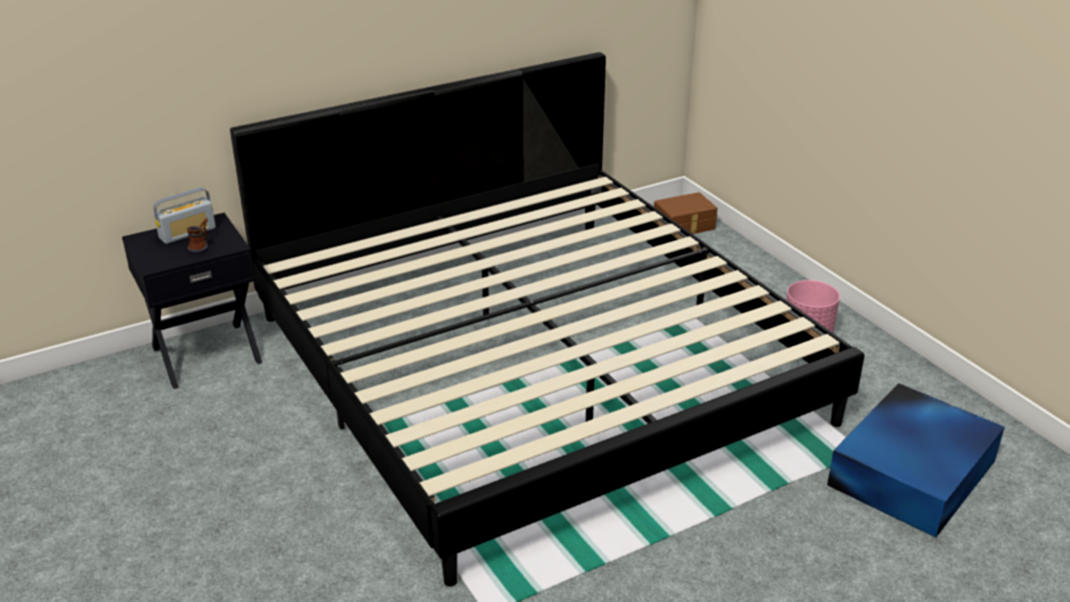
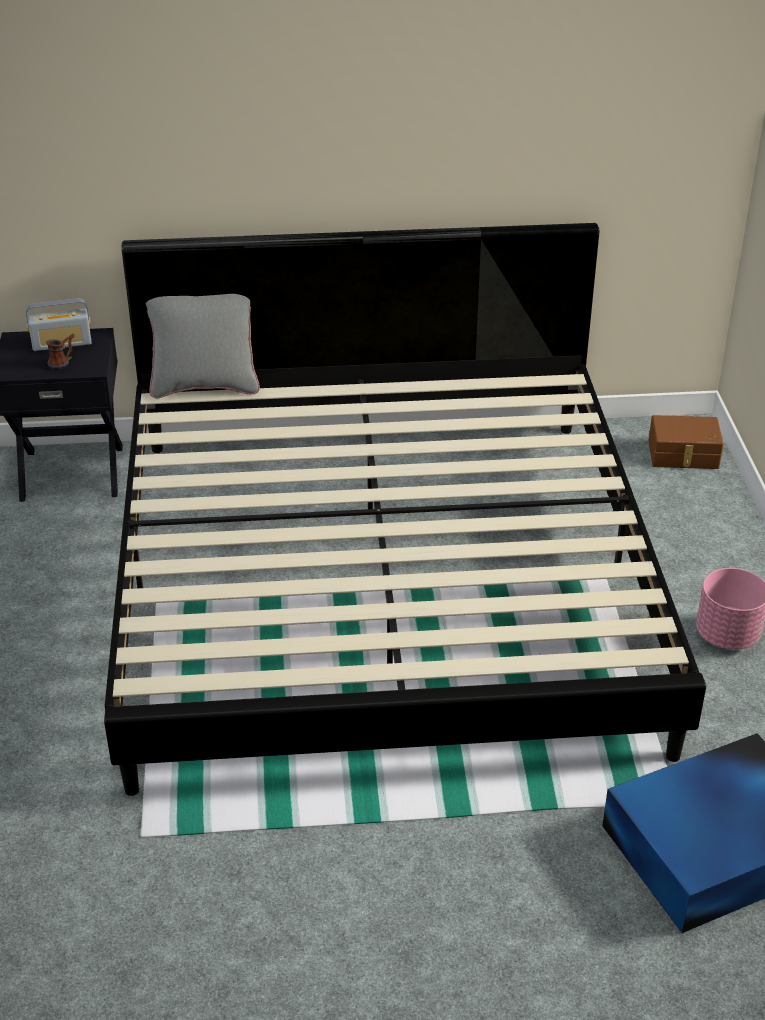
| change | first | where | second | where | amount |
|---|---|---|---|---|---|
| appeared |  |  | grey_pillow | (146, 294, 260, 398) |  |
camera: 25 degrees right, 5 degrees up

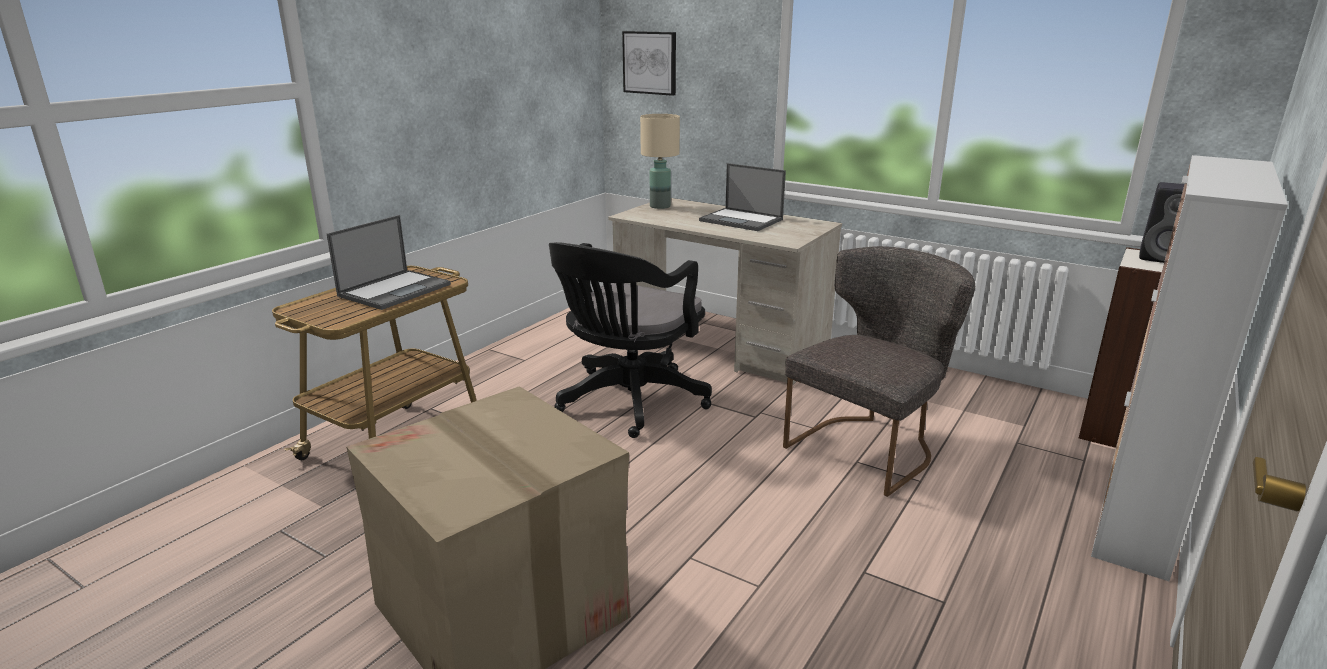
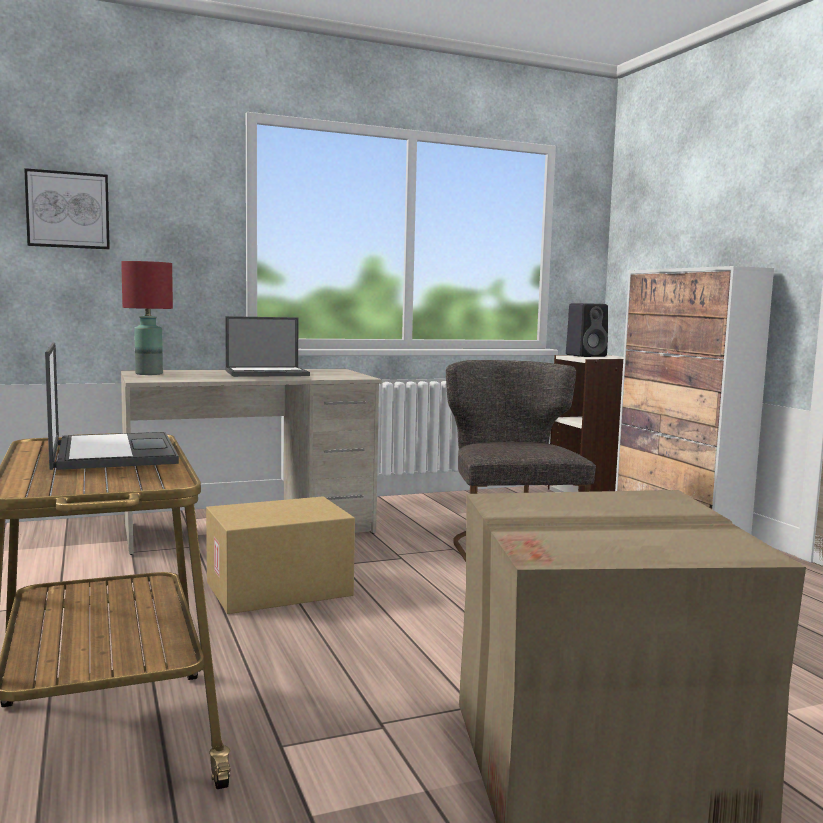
| change | first | where | second | where | amount |
|---|---|---|---|---|---|
| colour | beige_table_lamp | (640, 114, 680, 209) | red_table_lamp | (121, 261, 173, 375) |  |
| exchanged | black_office_chair | (549, 242, 712, 438) | cardboard_box | (206, 496, 355, 614) |  |
camera: 55 degrees left, 15 degrees down

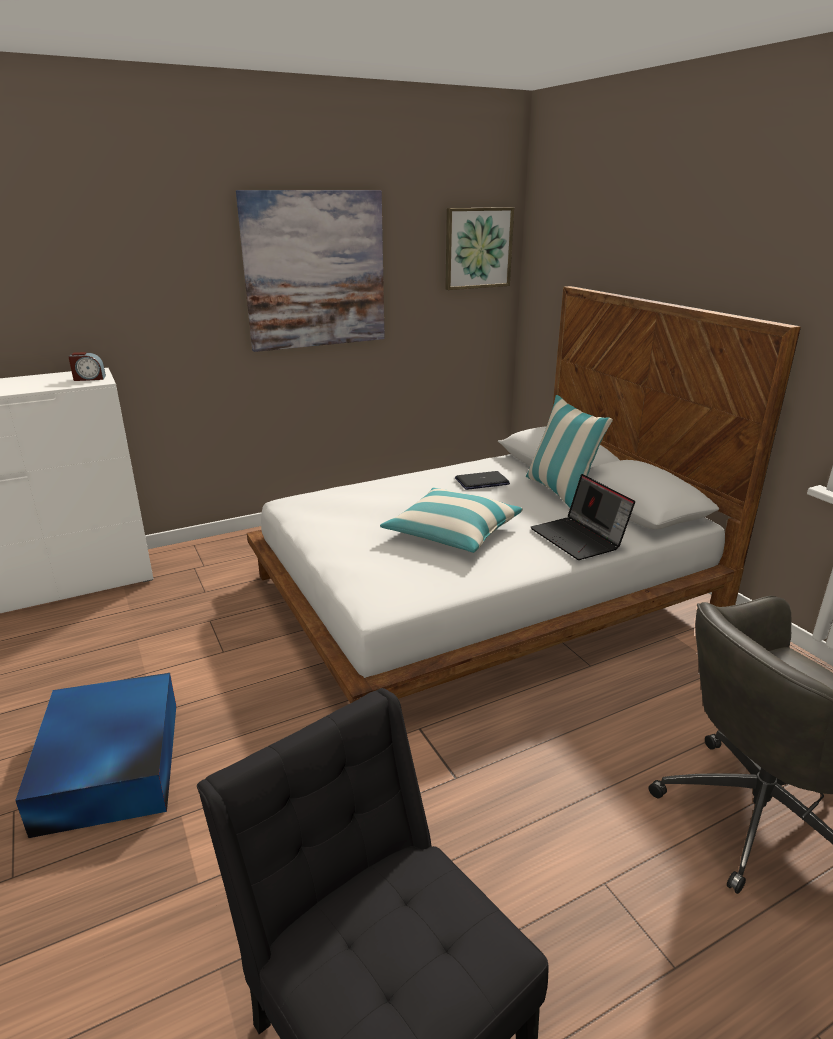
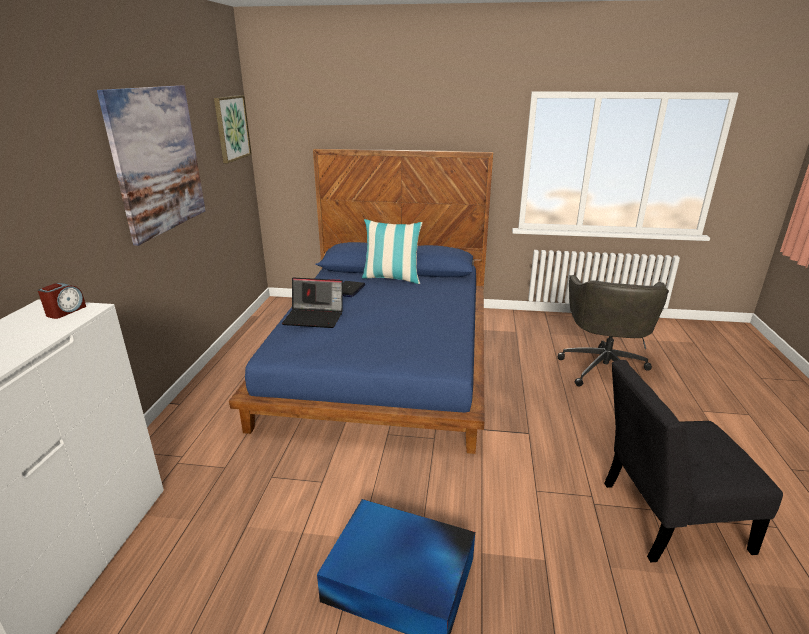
| change | first | where | second | where | amount |
|---|---|---|---|---|---|
| colour | white_bed | (247, 286, 801, 703) | blue_bed | (229, 148, 493, 454) |  |
| relocated | laptop | (531, 474, 635, 560) |  | (282, 278, 343, 328) |  |
| missing | pillow | (380, 487, 523, 553) |  |  |  |
camera: 55 degrees left, 0 degrees up

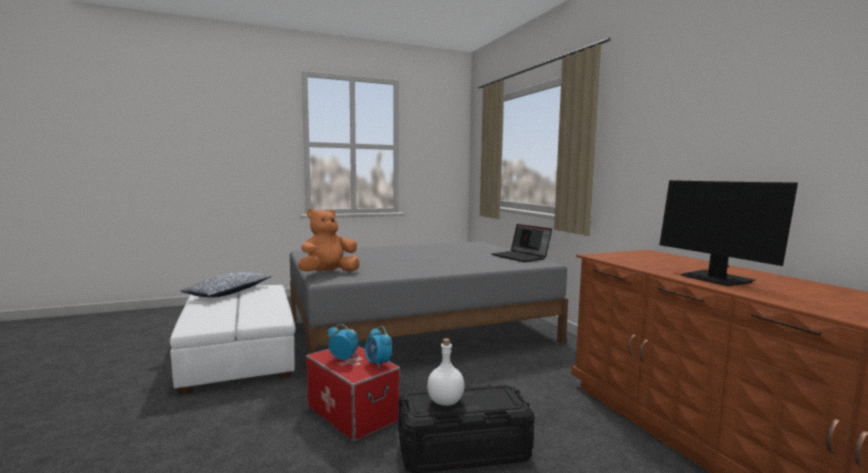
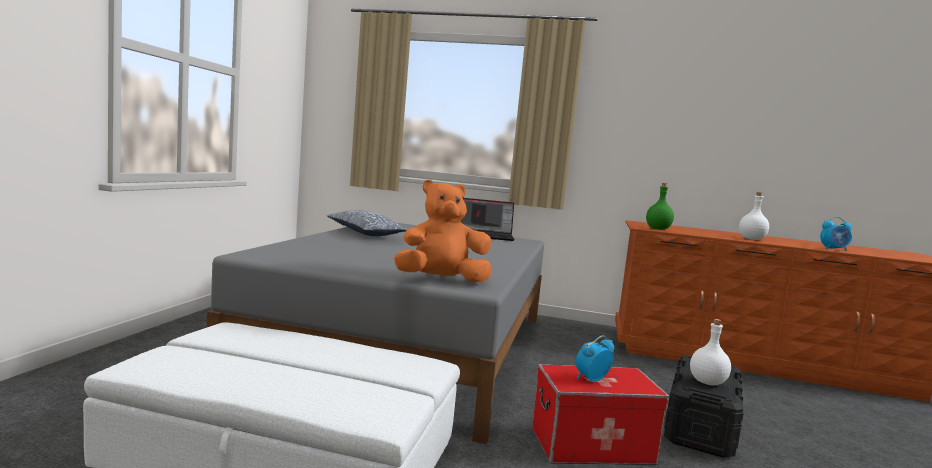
| change | first | where | second | where | amount |
|---|---|---|---|---|---|
| exchanged | monitor | (660, 180, 798, 286) | white_bottle | (739, 192, 769, 240) |  |
| spun | orange_plush_toy | (298, 209, 360, 272) |  | (394, 180, 492, 283) | 75 degrees clockwise |
| relocated | pillow | (180, 271, 272, 297) |  | (327, 210, 408, 236) |  |
| relocated | alarm_clock | (365, 326, 392, 369) |  | (820, 217, 852, 251) |  |
| appeared |  |  | green_bottle | (646, 183, 674, 230) |  |
camera: 55 degrees left, 0 degrees up

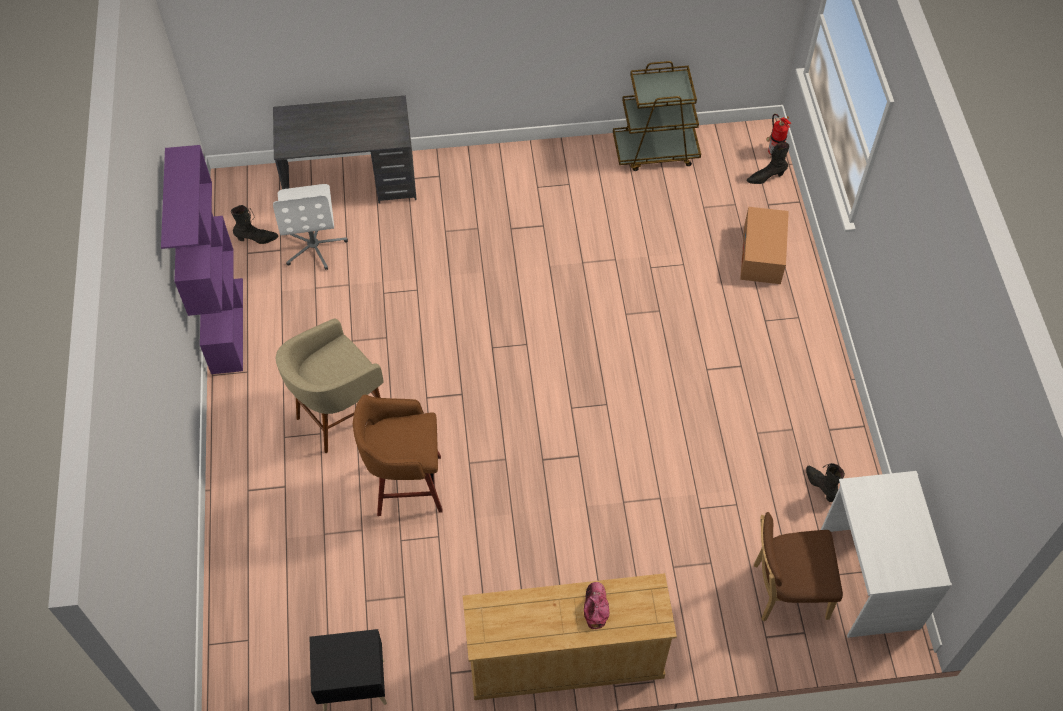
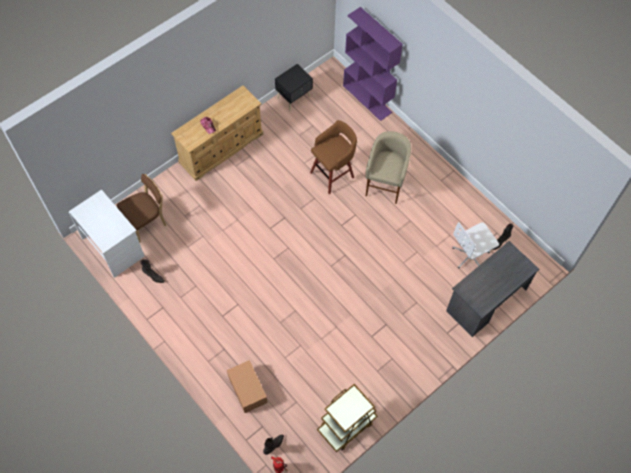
| change | first | where | second | where | amount |
|---|---|---|---|---|---|
| relocated | purple_bookcase | (161, 145, 243, 374) |  | (343, 7, 403, 121) |  |
| spun | white_office_chair | (273, 184, 348, 270) |  | (452, 222, 499, 268) | 75 degrees counterclockwise |
camera: 145 degrees right, 5 degrees up

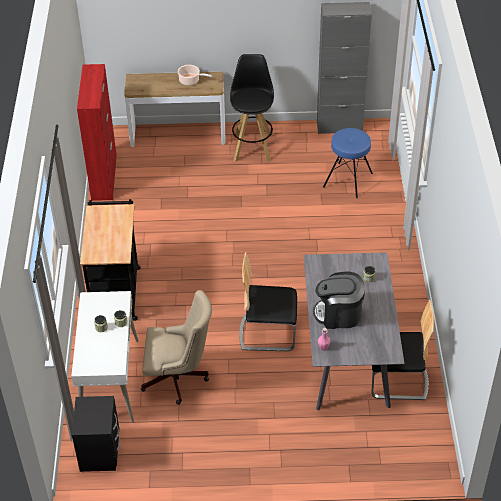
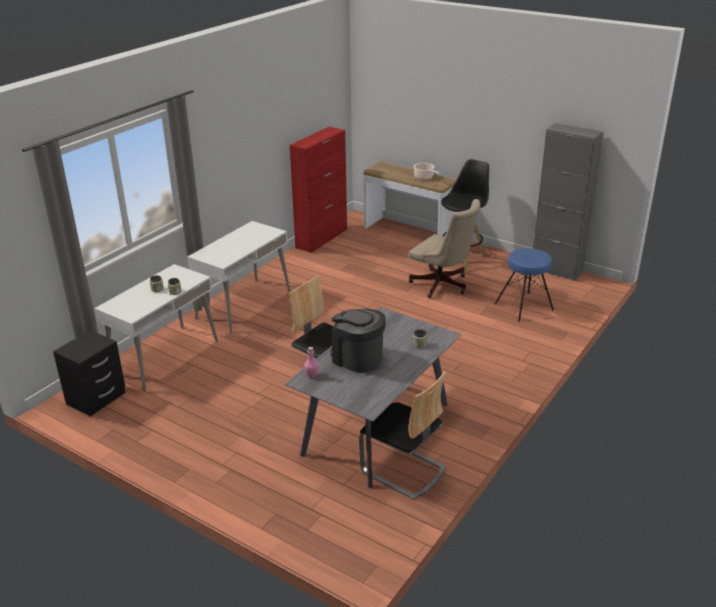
| change | first | where | second | where | amount |
|---|---|---|---|---|---|
| exchanged | black_cart | (80, 199, 141, 321) | white_desk | (187, 221, 291, 332) |  |
| relocated | beige_office_chair | (141, 290, 212, 405) |  | (409, 199, 480, 298) |  |
camera: 35 degrees right, 15 degrees down

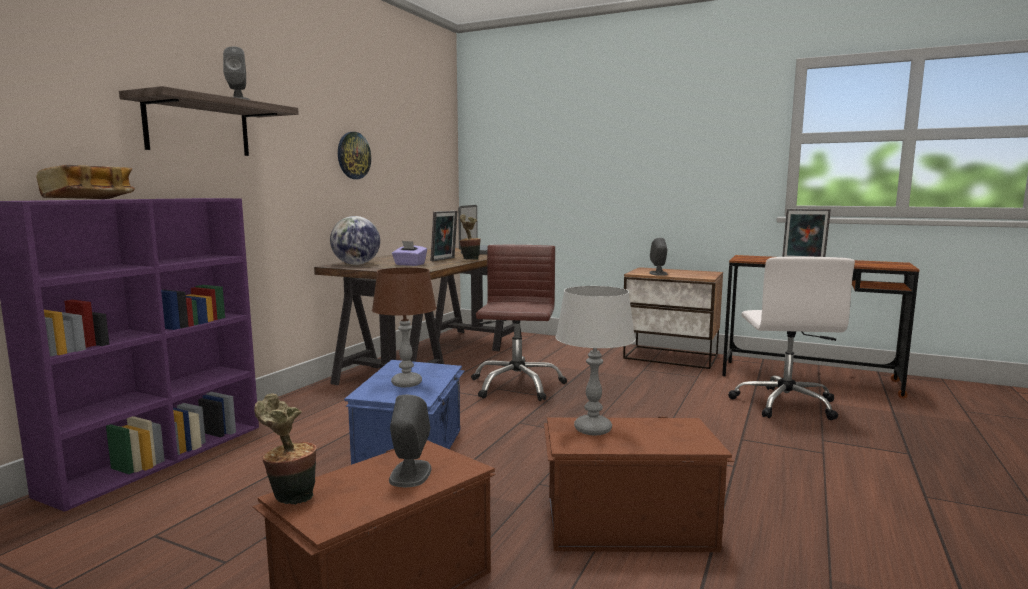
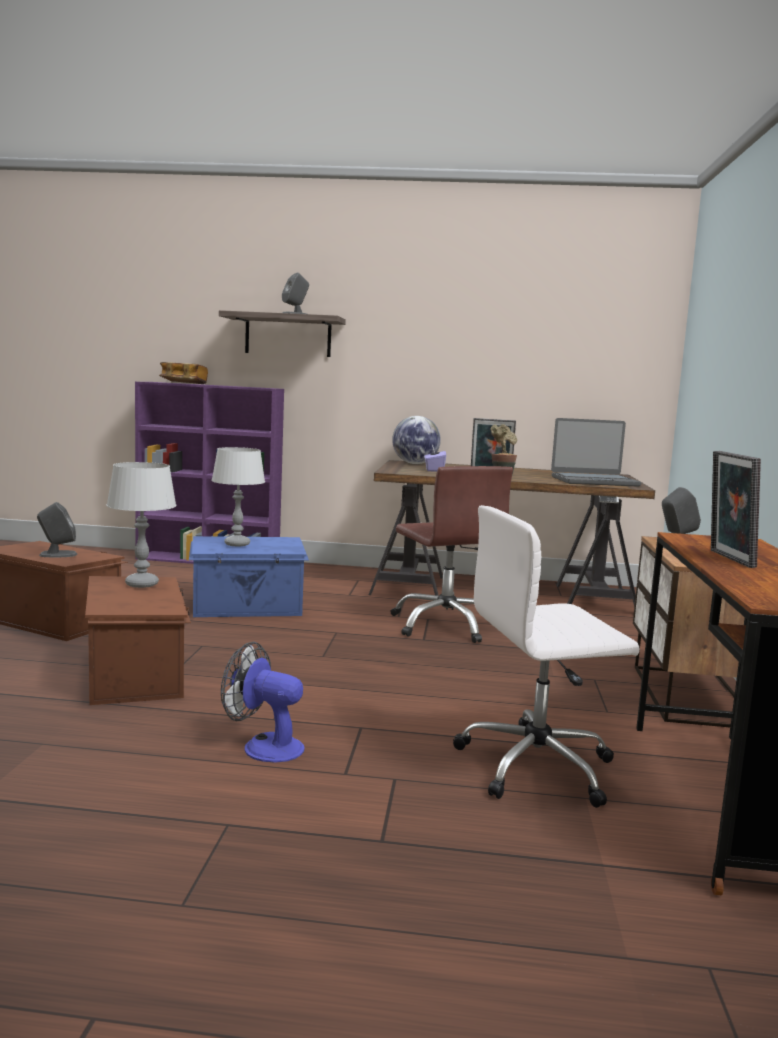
| change | first | where | second | where | amount |
|---|---|---|---|---|---|
| missing | wall_clock | (338, 132, 371, 179) |  |  |  |
| spun | brown_office_chair | (471, 245, 567, 401) |  | (391, 466, 513, 643) | 75 degrees clockwise |
| colour | brown_table_lamp | (372, 267, 437, 387) | grey_table_lamp | (211, 447, 265, 546) |  |
| missing | potted_plant | (254, 393, 317, 505) |  |  |  |
| appeared |  |  | fan | (221, 642, 305, 763) |  |
camera: 70 degrees right, 0 degrees up

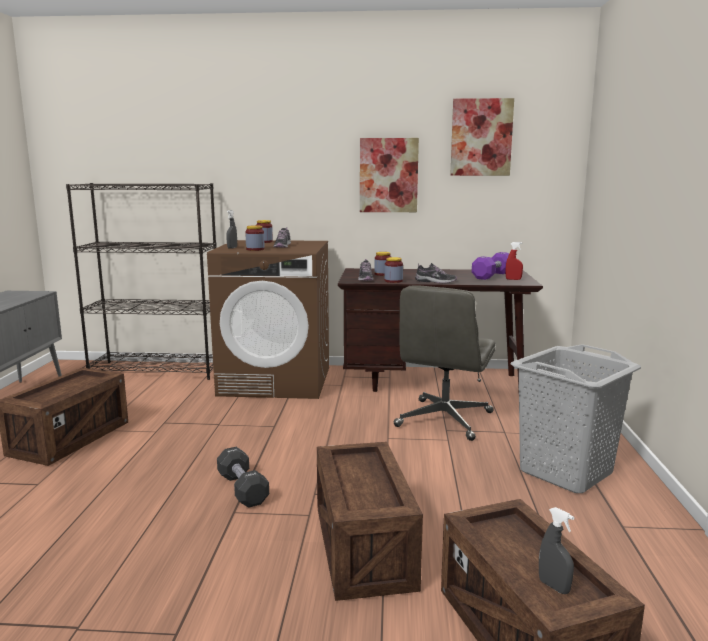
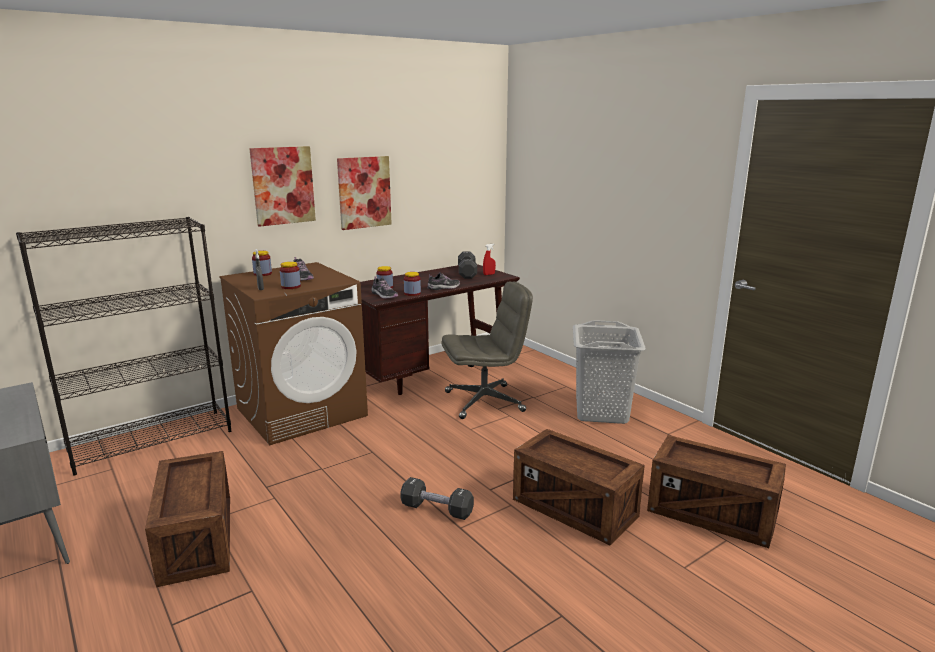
| change | first | where | second | where | amount |
|---|---|---|---|---|---|
| relocated | picture | (450, 98, 514, 176) |  | (249, 146, 316, 227) |  |
| colour | purple_dumbbell | (472, 252, 509, 280) | black_dumbbell | (458, 251, 477, 279) |  |
| spun | grey_office_chair | (394, 286, 496, 441) |  | (441, 282, 533, 419) | 90 degrees counterclockwise |
| missing | grey_spray_bottle | (539, 507, 574, 594) |  |  |  |
camera: 40 degrees left, 5 degrees up

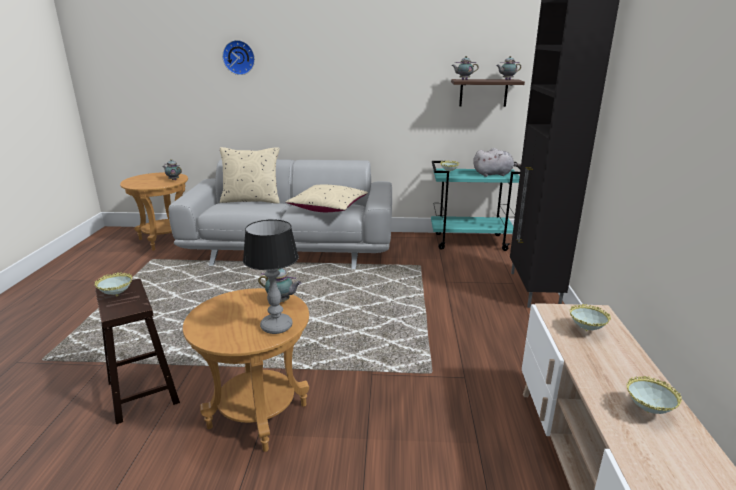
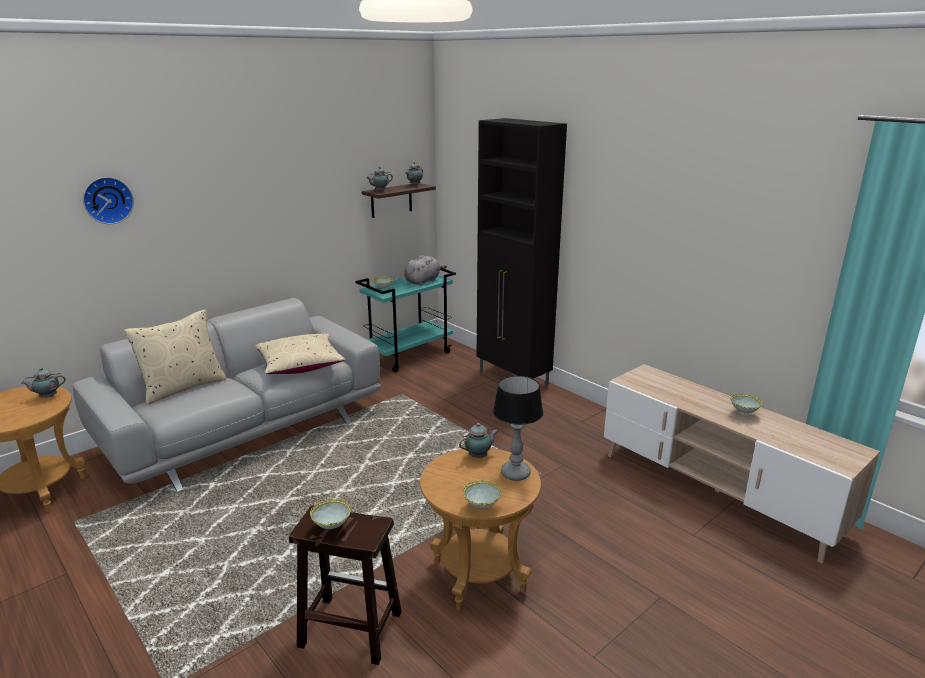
| change | first | where | second | where | amount |
|---|---|---|---|---|---|
| relocated | bowl | (570, 304, 611, 331) |  | (462, 480, 502, 509) |  |
camera: 45 degrees left, 0 degrees up

